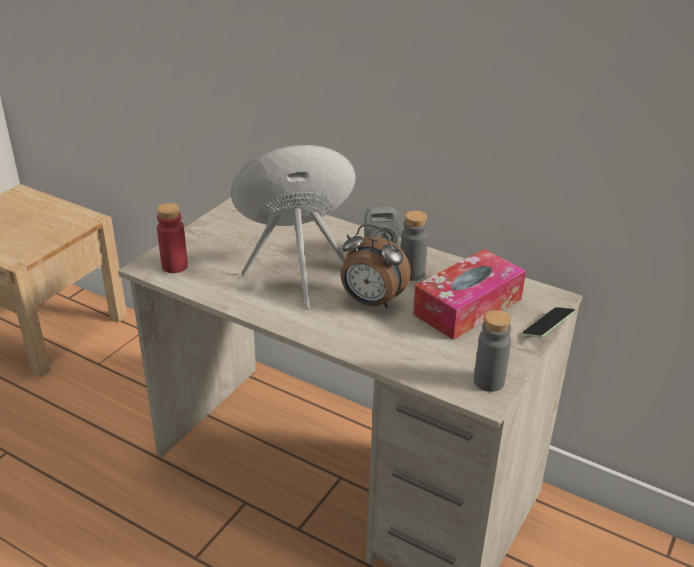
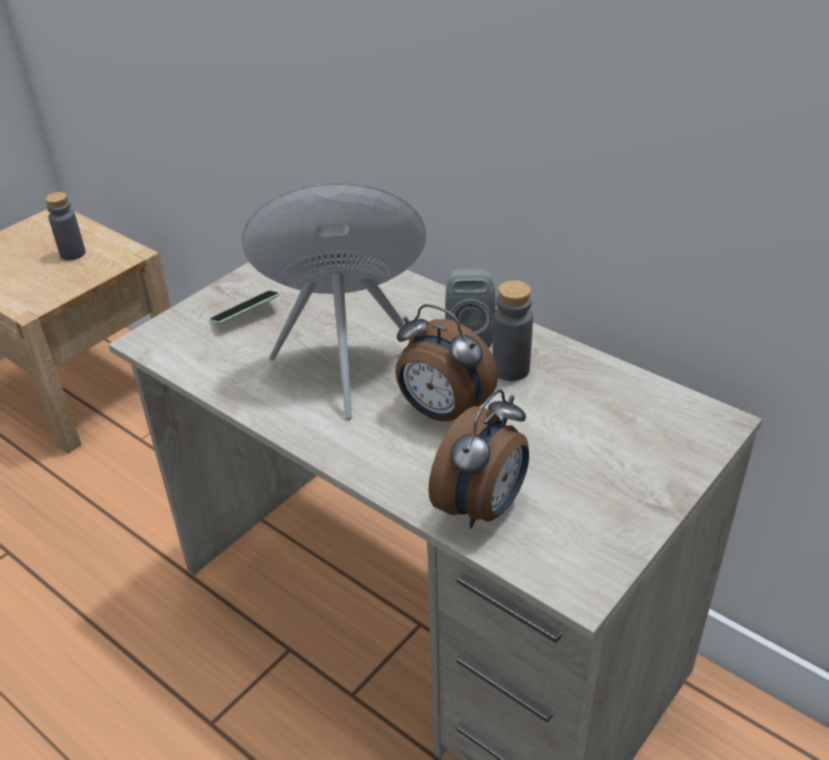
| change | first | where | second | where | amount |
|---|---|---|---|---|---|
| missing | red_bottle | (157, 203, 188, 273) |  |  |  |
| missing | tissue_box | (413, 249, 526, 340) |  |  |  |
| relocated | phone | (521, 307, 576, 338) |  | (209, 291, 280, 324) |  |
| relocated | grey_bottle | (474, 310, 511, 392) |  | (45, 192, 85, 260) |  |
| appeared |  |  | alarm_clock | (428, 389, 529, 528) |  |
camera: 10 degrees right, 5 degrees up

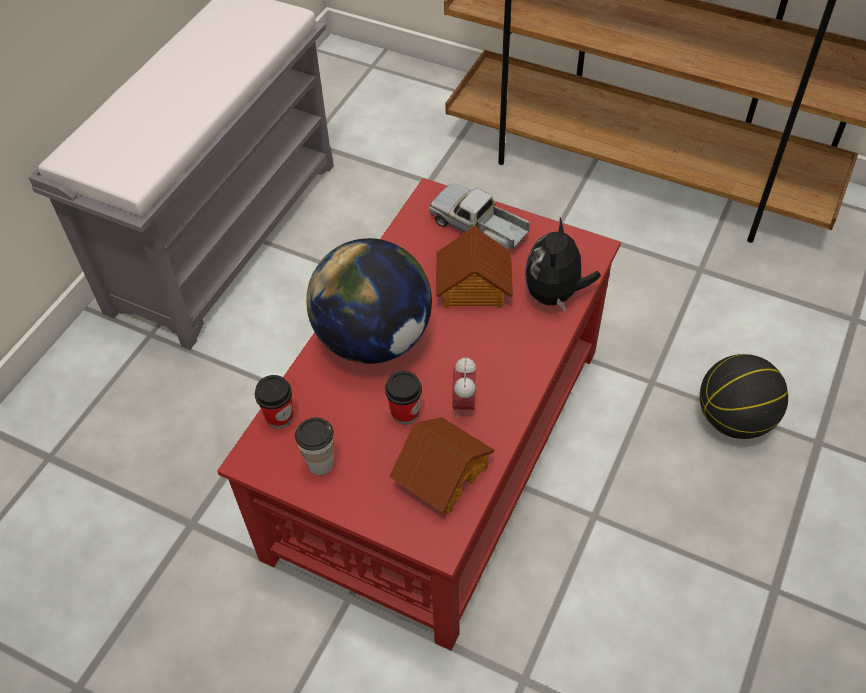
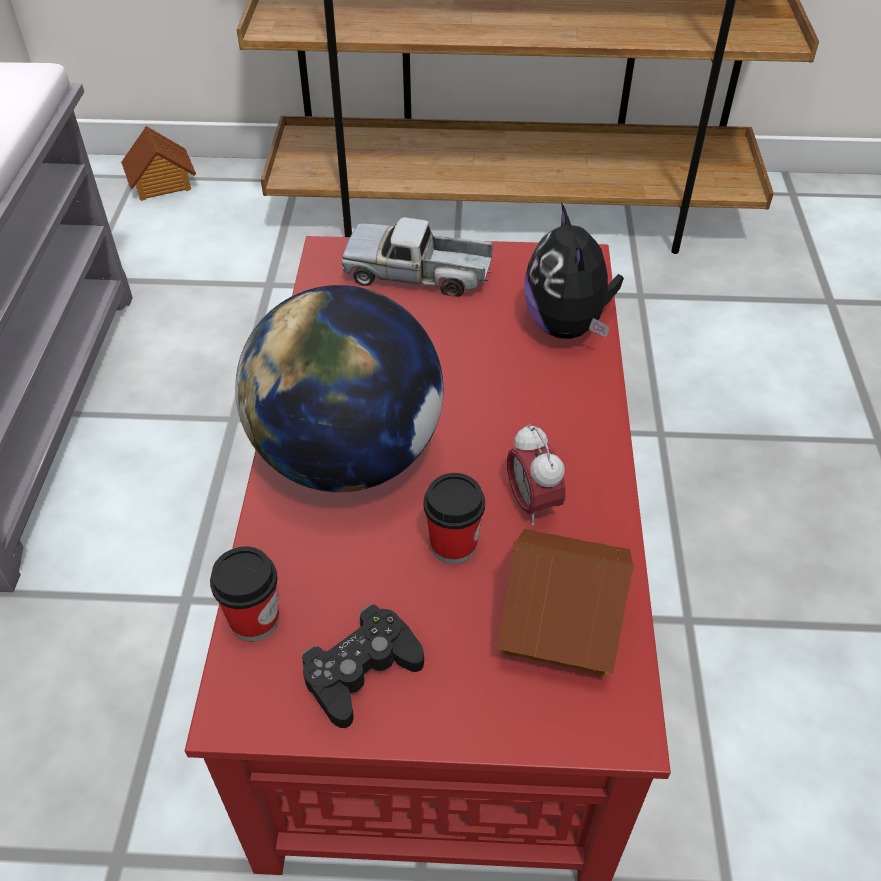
| change | first | where | second | where | amount |
|---|---|---|---|---|---|
| relocated | toy_house | (436, 226, 513, 308) |  | (121, 126, 196, 201) |  |
| missing | basketball | (700, 354, 788, 439) |  |  |  |
| exchanged | cup | (295, 417, 334, 475) | black_game_controller | (302, 604, 424, 728) |  |
camera: 25 degrees left, 5 degrees down

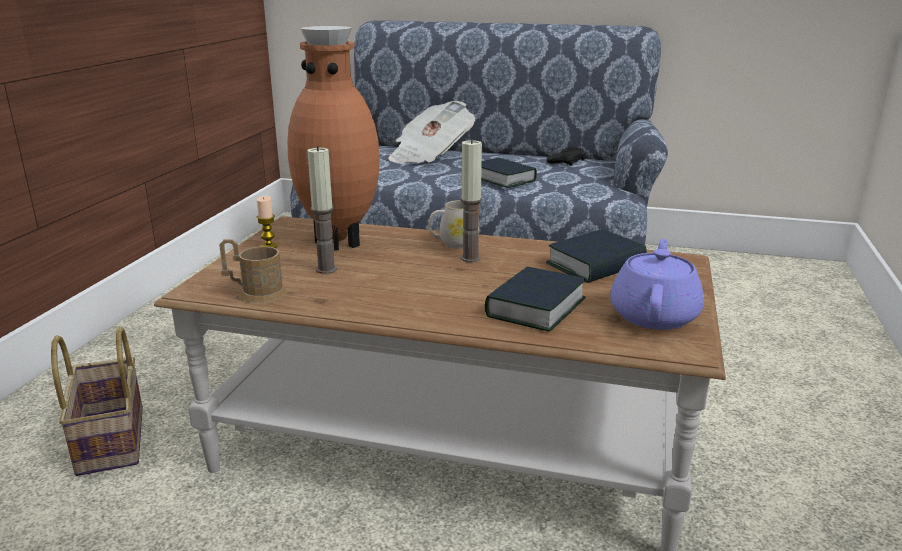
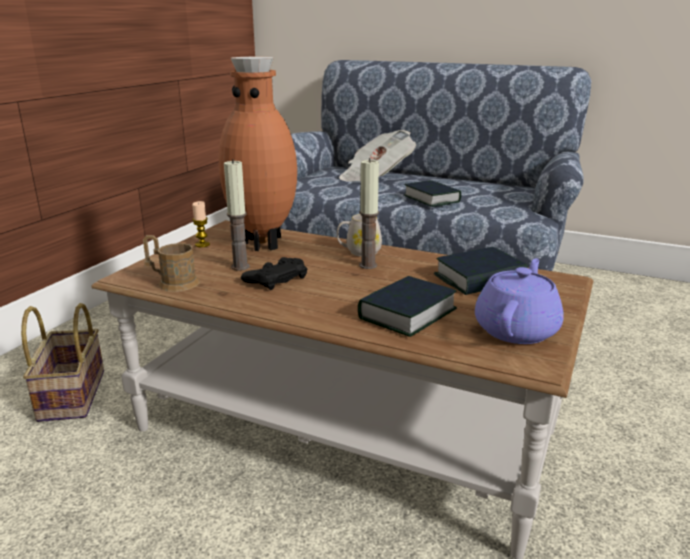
| change | first | where | second | where | amount |
|---|---|---|---|---|---|
| relocated | black_game_controller | (546, 146, 586, 166) |  | (241, 257, 308, 290) |  |
camera: 10 degrees right, 0 degrees up

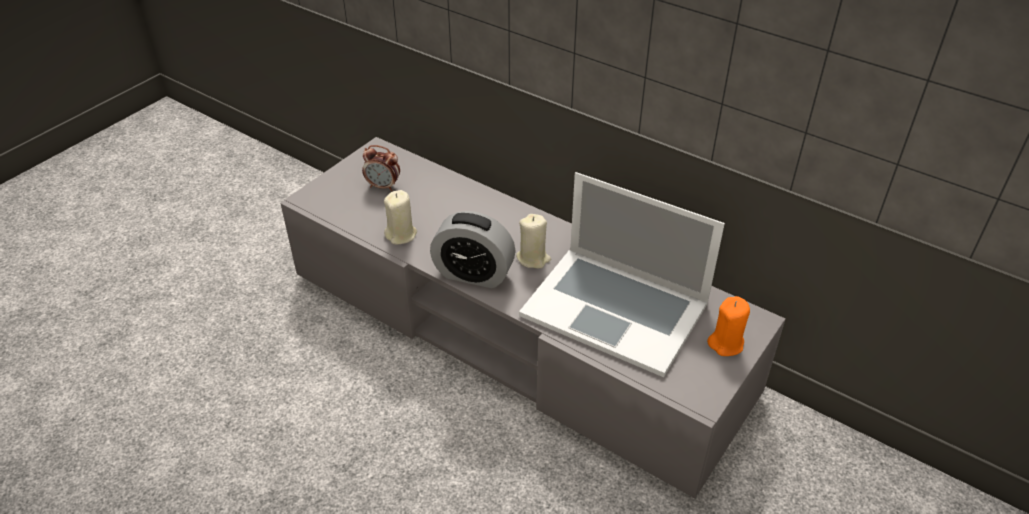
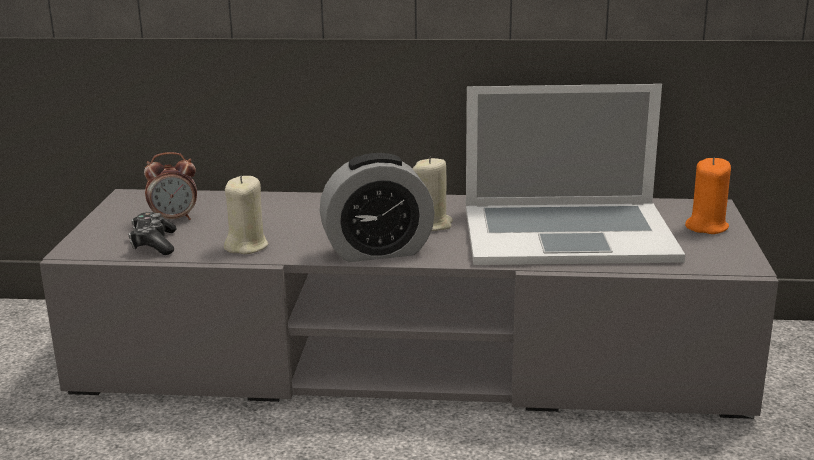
| change | first | where | second | where | amount |
|---|---|---|---|---|---|
| appeared |  |  | game_controller | (128, 212, 177, 255) |  |
camera: 30 degrees left, 20 degrees down

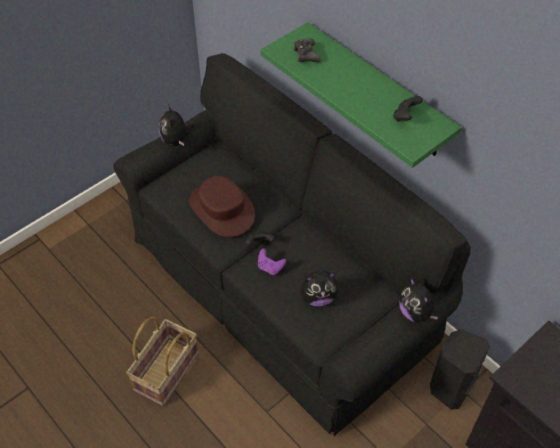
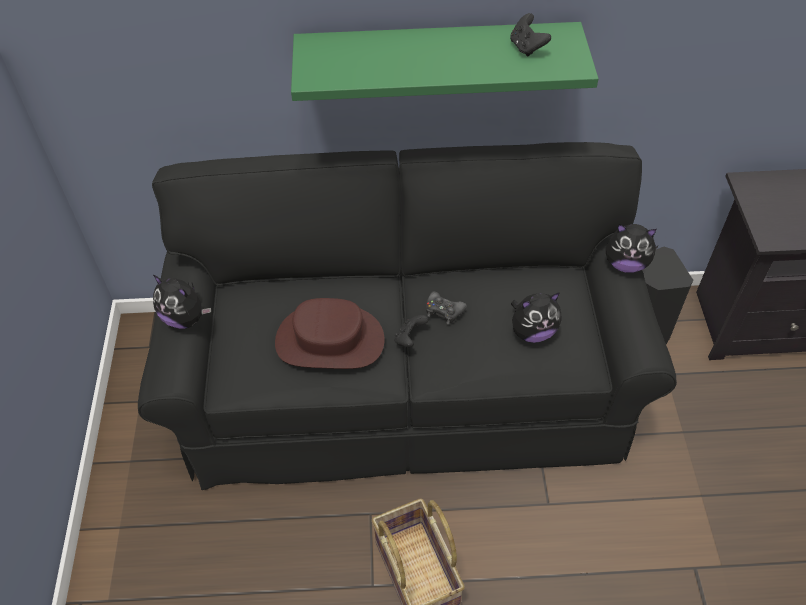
| change | first | where | second | where | amount |
|---|---|---|---|---|---|
| relocated | black_game_controller | (293, 38, 321, 62) |  | (426, 291, 467, 325) |  |
| missing | purple_game_controller | (258, 248, 286, 275) |  |  |  |
| spun | plush_toy | (301, 271, 338, 307) |  | (511, 292, 561, 343) | 45 degrees clockwise |
camera: 50 degrees left, 0 degrees up

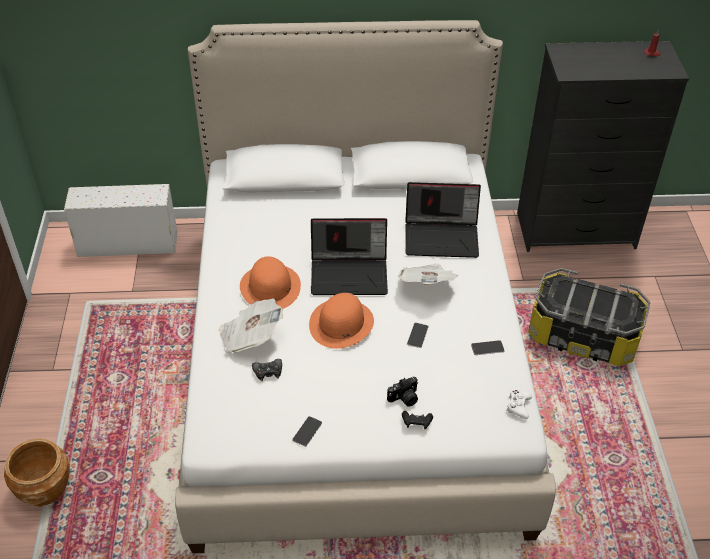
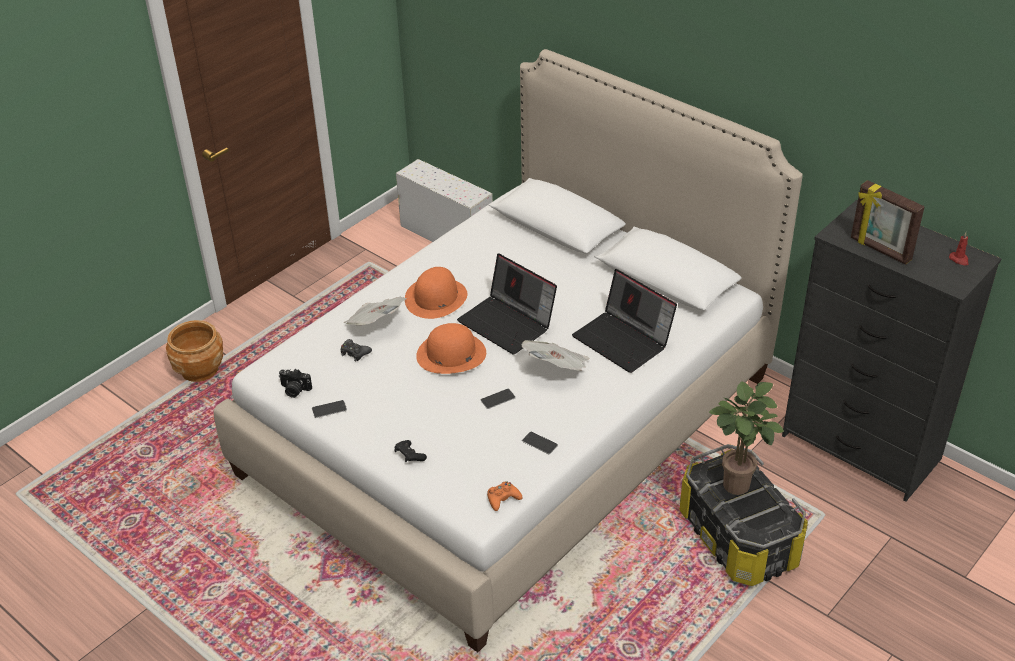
| change | first | where | second | where | amount |
|---|---|---|---|---|---|
| relocated | photo_camera | (387, 377, 418, 407) |  | (279, 369, 312, 398) |  |
| colour | white_game_controller | (506, 390, 532, 419) | orange_game_controller | (487, 481, 522, 511) |  |
| appeared |  |  | picture_frame | (851, 180, 925, 265) |  |
| appeared |  |  | potted_plant | (709, 381, 784, 495) |  |
camera: 45 degrees right, 5 degrees down

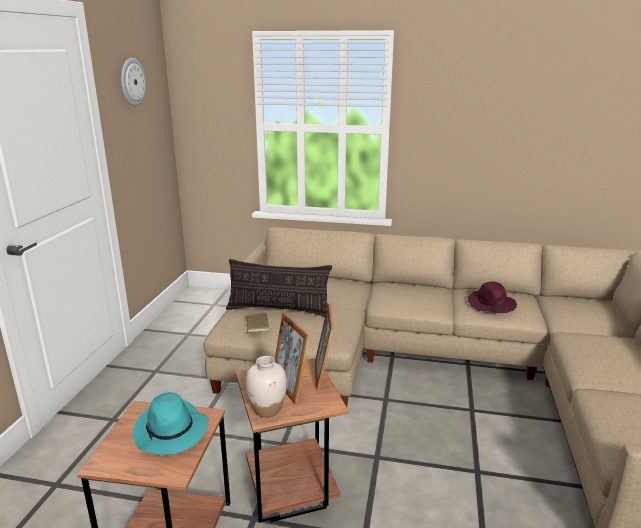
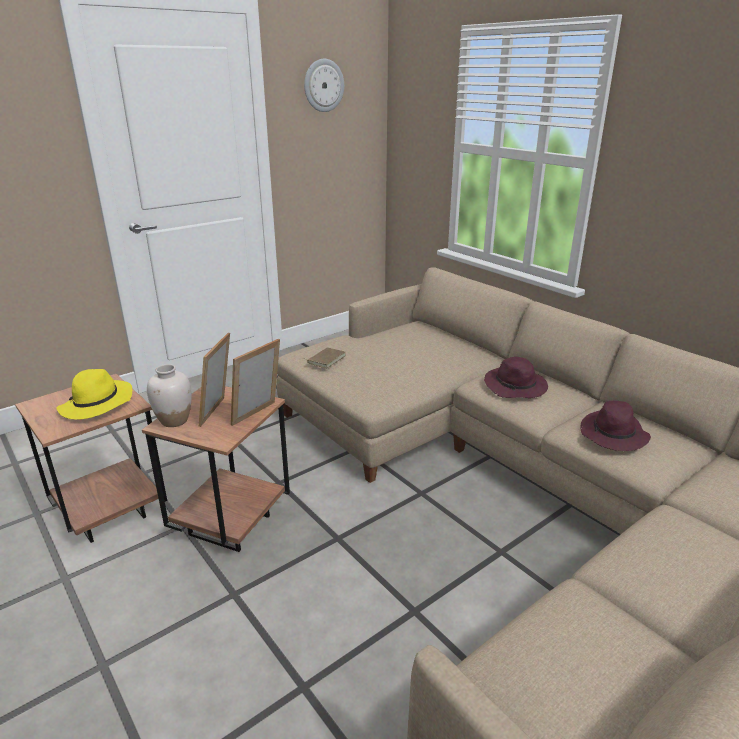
| change | first | where | second | where | amount |
|---|---|---|---|---|---|
| missing | pillow | (226, 259, 332, 317) |  |  |  |
| colour | turquoise_hat | (133, 392, 209, 455) | yellow_hat | (57, 369, 132, 420) |  |
| appeared |  |  | purple_hat | (484, 357, 548, 398) |  |
camera: 40 degrees right, 5 degrees up

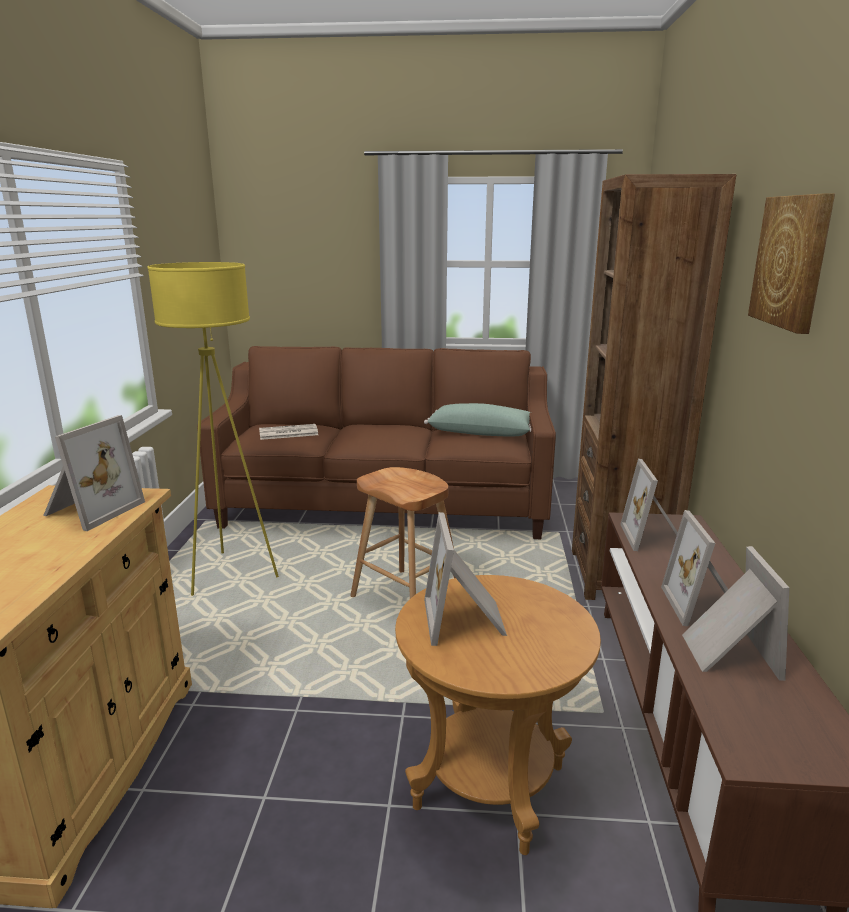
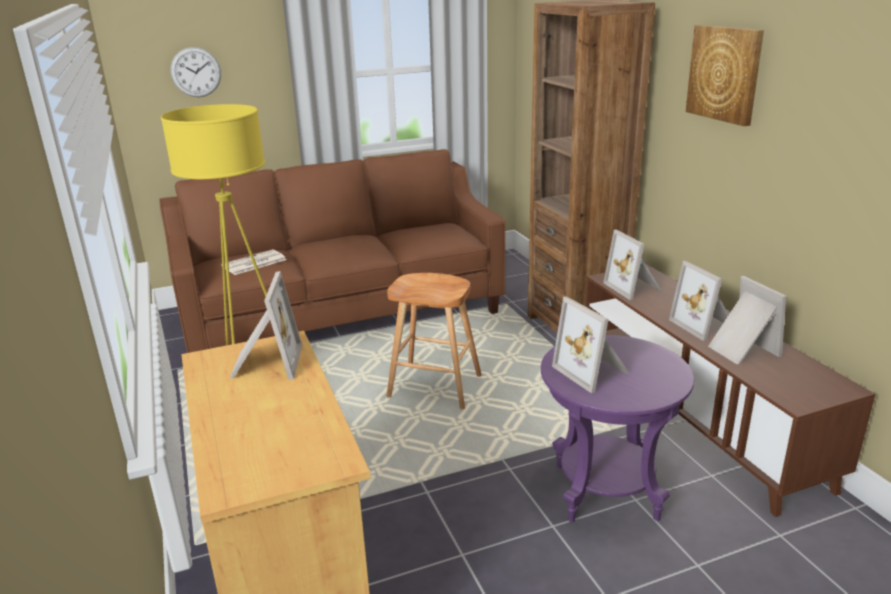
| change | first | where | second | where | amount |
|---|---|---|---|---|---|
| missing | green_pillow | (424, 403, 531, 436) |  |  |  |
| colour | brown_side_table | (395, 575, 601, 855) | purple_side_table | (541, 335, 694, 522) |  |
| appeared |  |  | wall_clock | (170, 47, 221, 97) |  |
camera: 25 degrees left, 5 degrees up

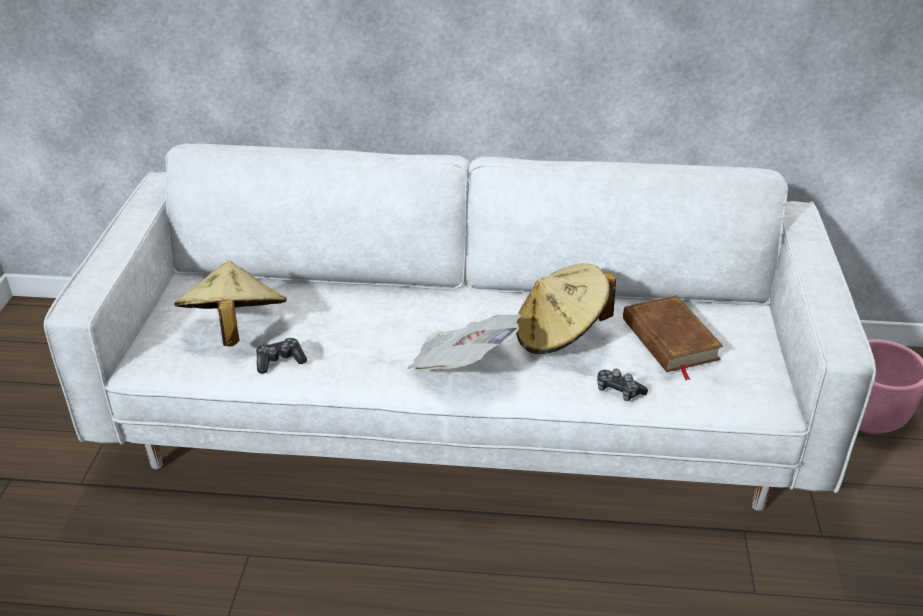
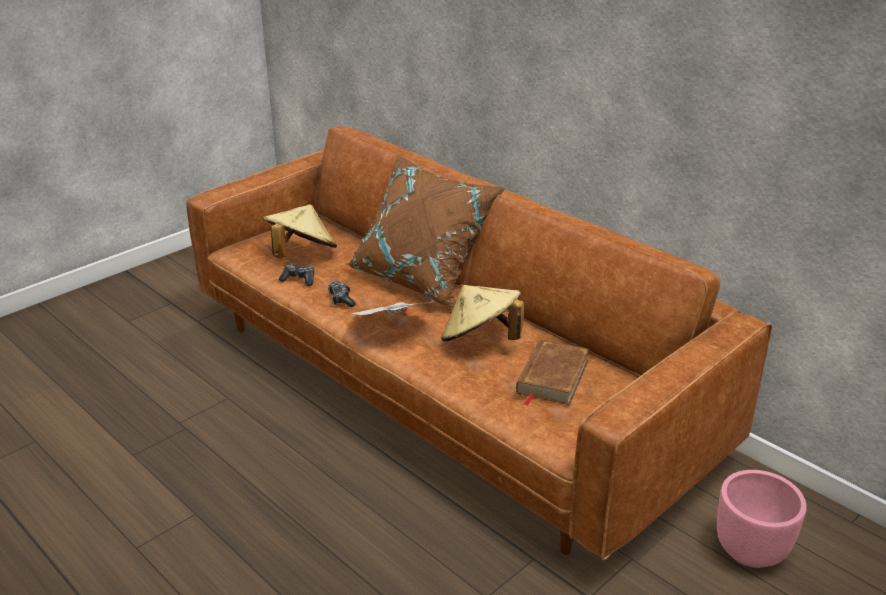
| change | first | where | second | where | amount |
|---|---|---|---|---|---|
| colour | white_sofa | (44, 144, 876, 511) | brown_sofa | (186, 126, 772, 560) |  |
| relocated | game_controller | (597, 369, 648, 401) |  | (328, 281, 356, 307) |  |
| appeared |  |  | brown_pillow | (346, 154, 506, 307) |  |
camera: 40 degrees right, 5 degrees down

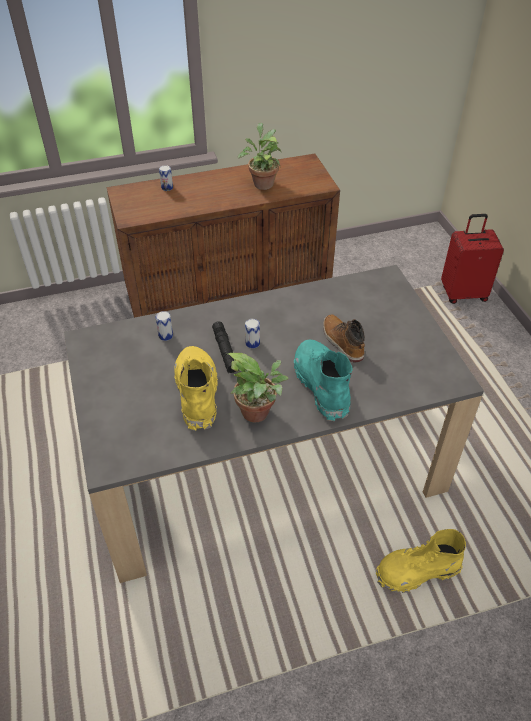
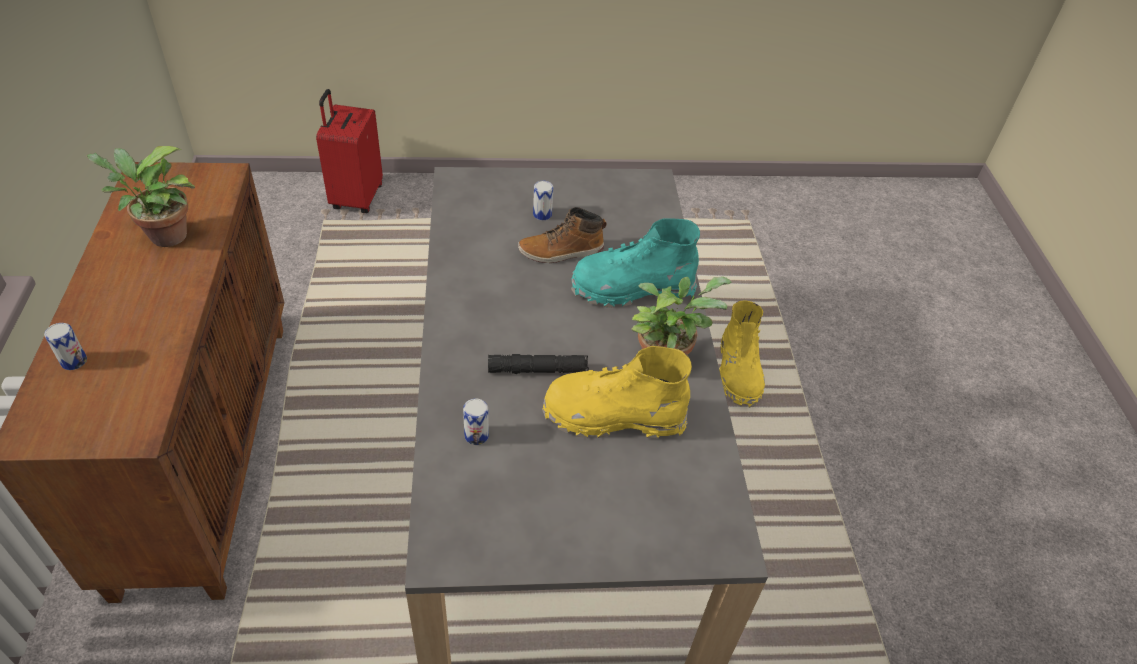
| change | first | where | second | where | amount |
|---|---|---|---|---|---|
| relocated | can | (245, 319, 260, 348) |  | (533, 181, 554, 220) |  |
camera: 80 degrees left, 0 degrees up

